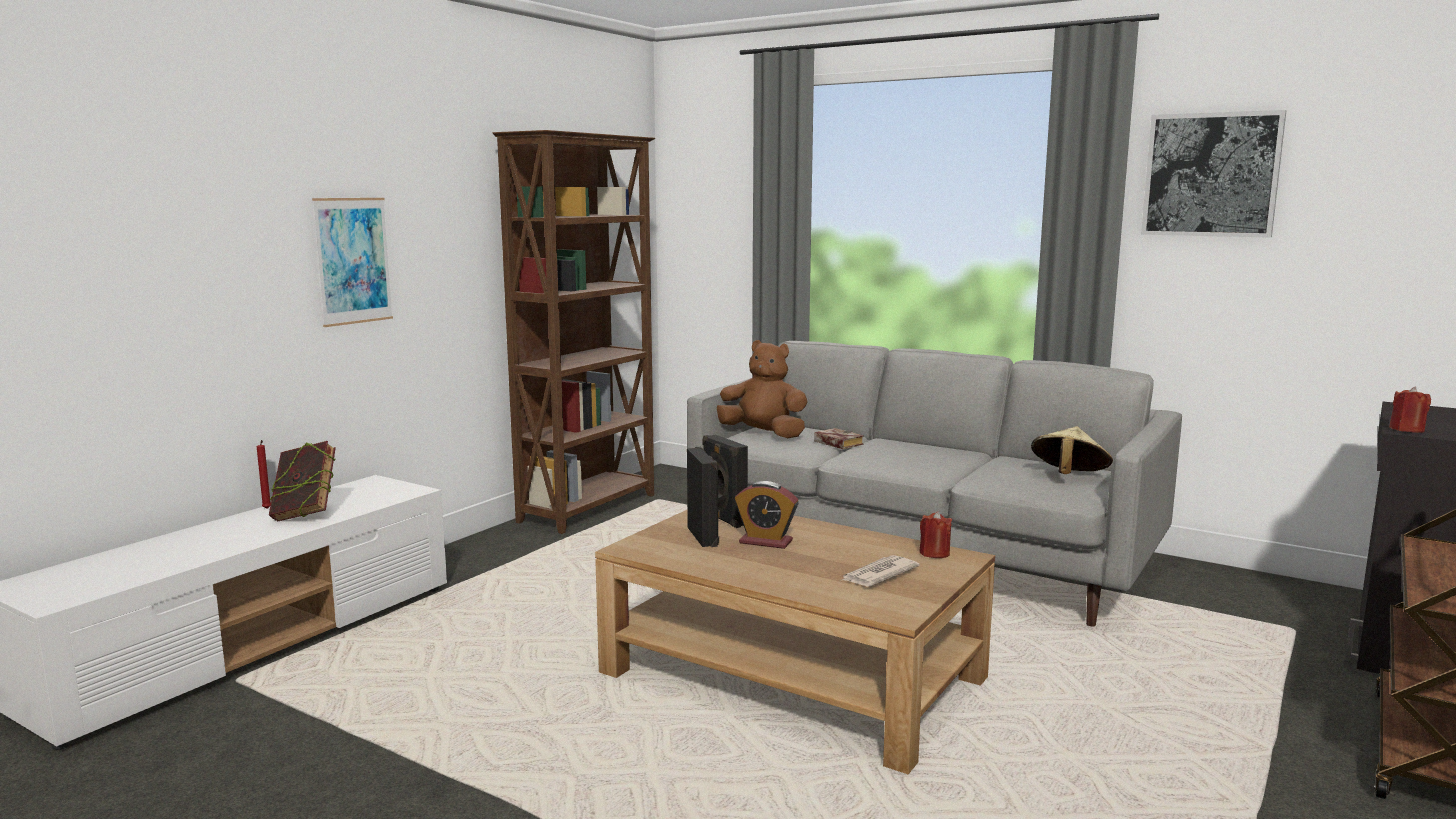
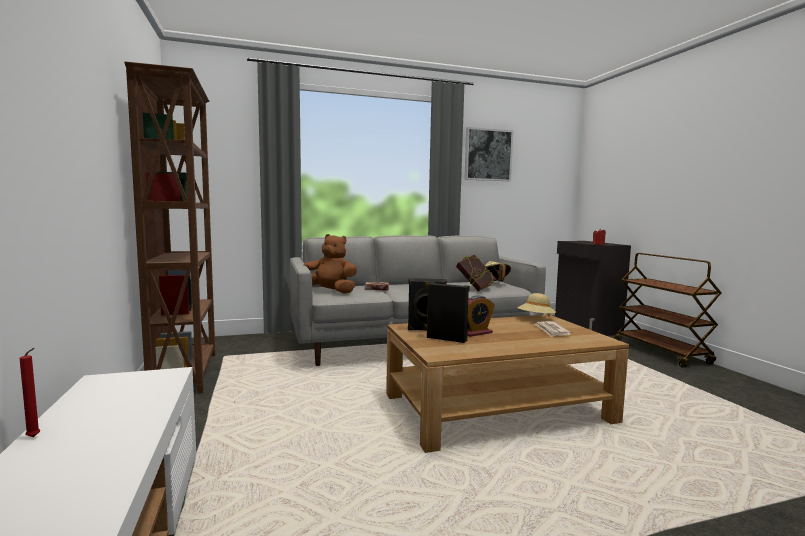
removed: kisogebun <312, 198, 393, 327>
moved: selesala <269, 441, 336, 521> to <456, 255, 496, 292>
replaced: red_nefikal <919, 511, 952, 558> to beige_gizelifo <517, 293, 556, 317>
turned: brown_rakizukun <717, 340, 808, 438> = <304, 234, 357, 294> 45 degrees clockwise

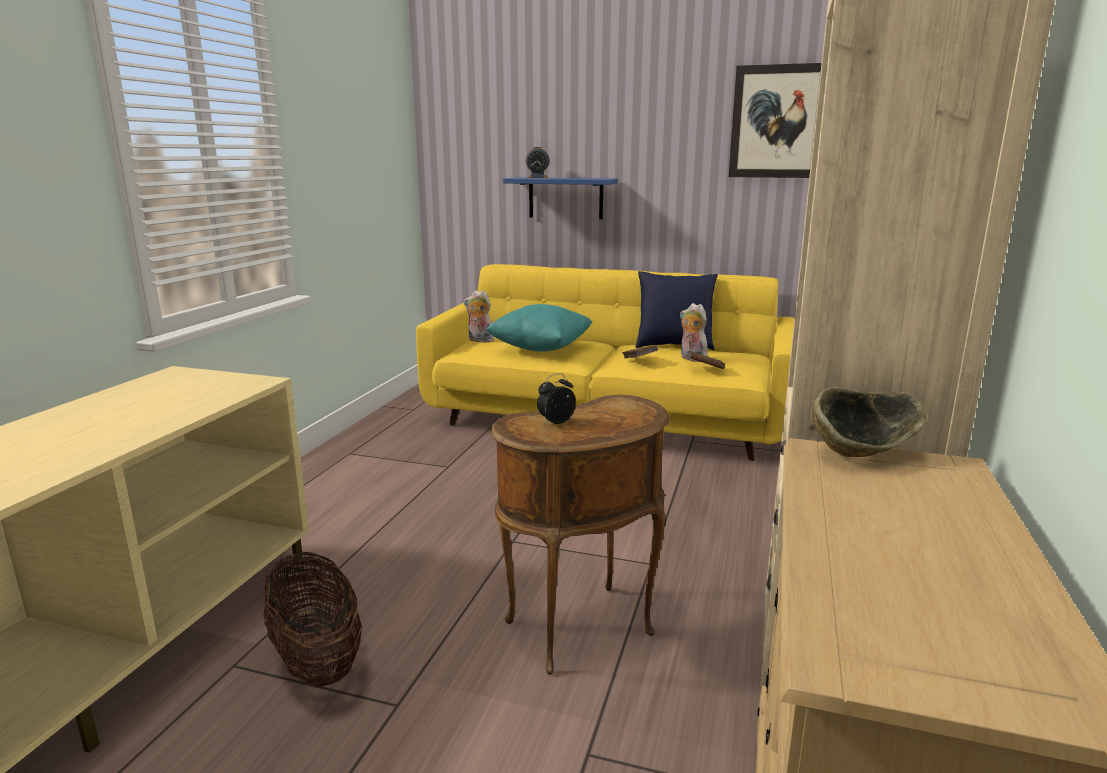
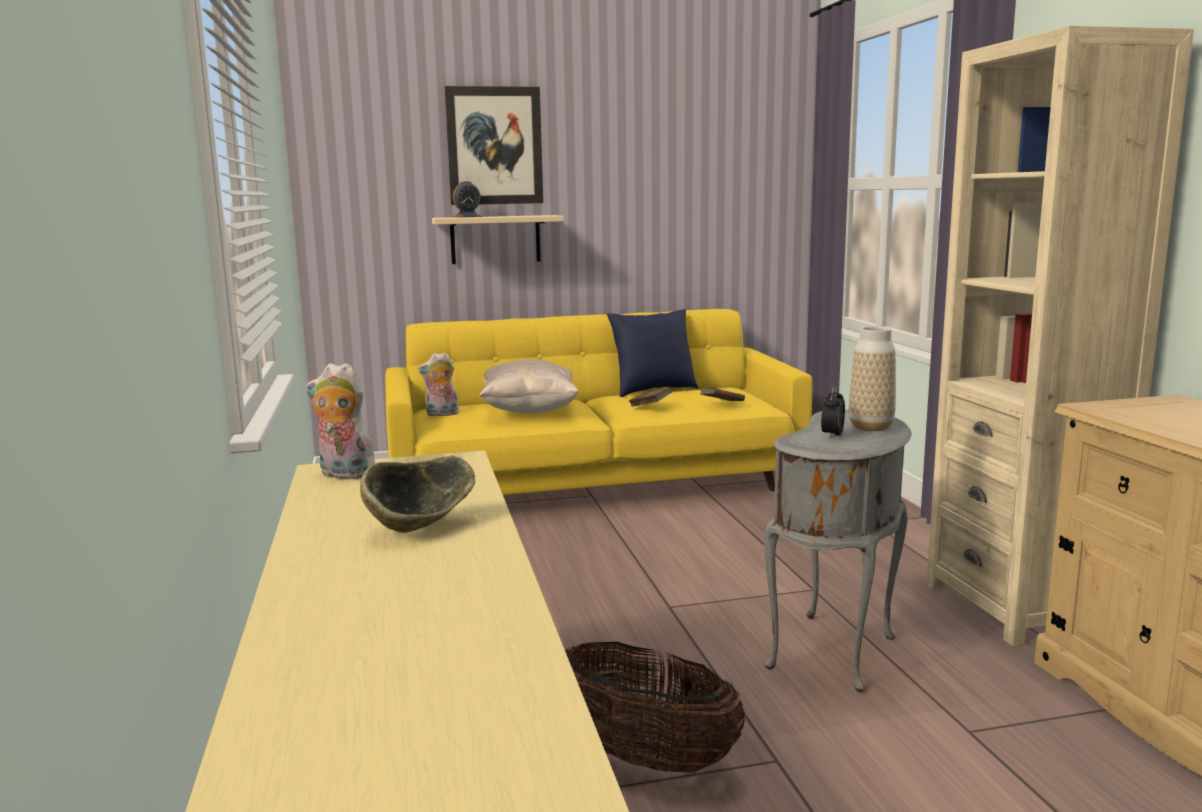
added: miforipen <849, 326, 896, 431>
moved: kisogebun <729, 63, 822, 178> to <445, 86, 543, 205>; rakizukun <680, 303, 708, 362> to <306, 363, 375, 479>; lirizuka <812, 387, 927, 457> to <360, 455, 475, 533>
recoloured: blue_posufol <503, 177, 618, 219> to beige_posufol <432, 215, 564, 264>; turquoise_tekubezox <486, 304, 592, 352> to beige_tekubezox <479, 359, 579, 414>; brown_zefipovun <490, 395, 671, 675> to grey_zefipovun <764, 409, 912, 692>

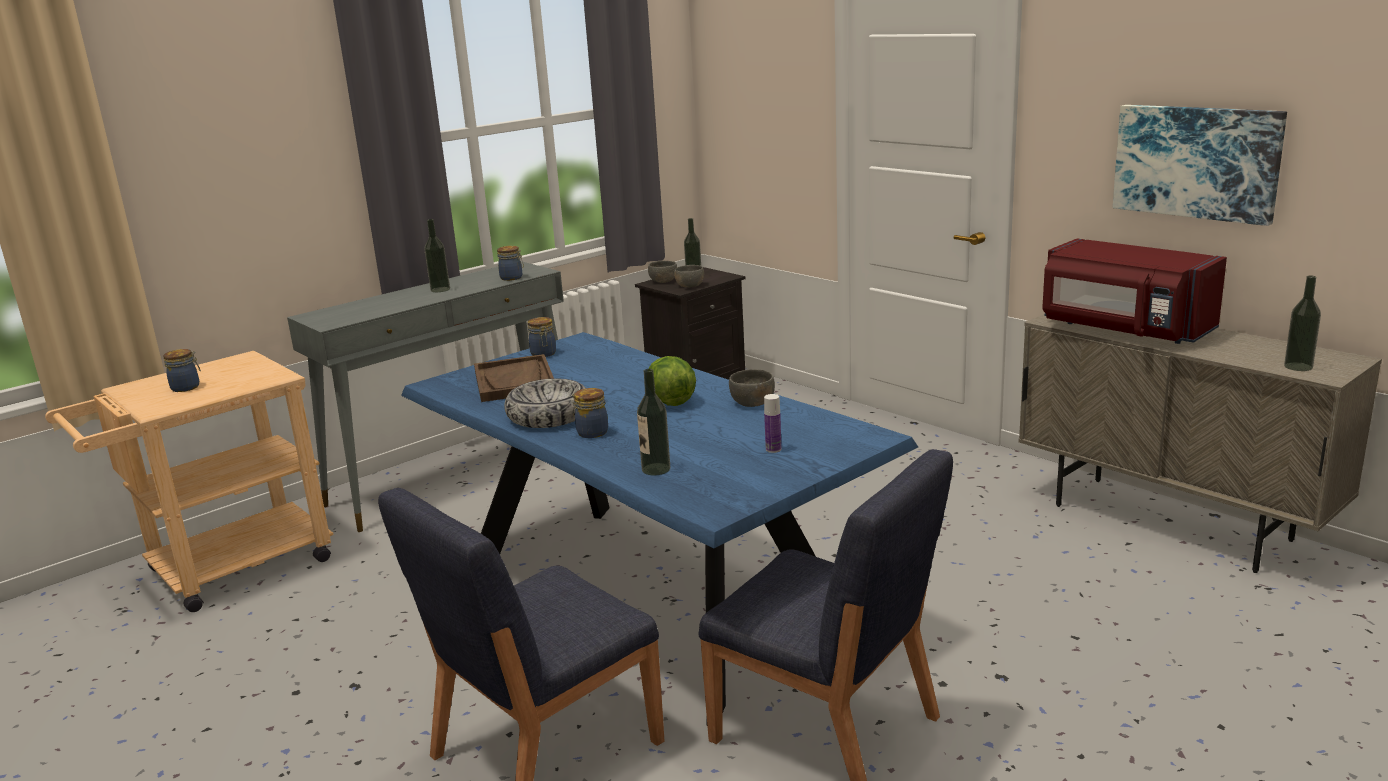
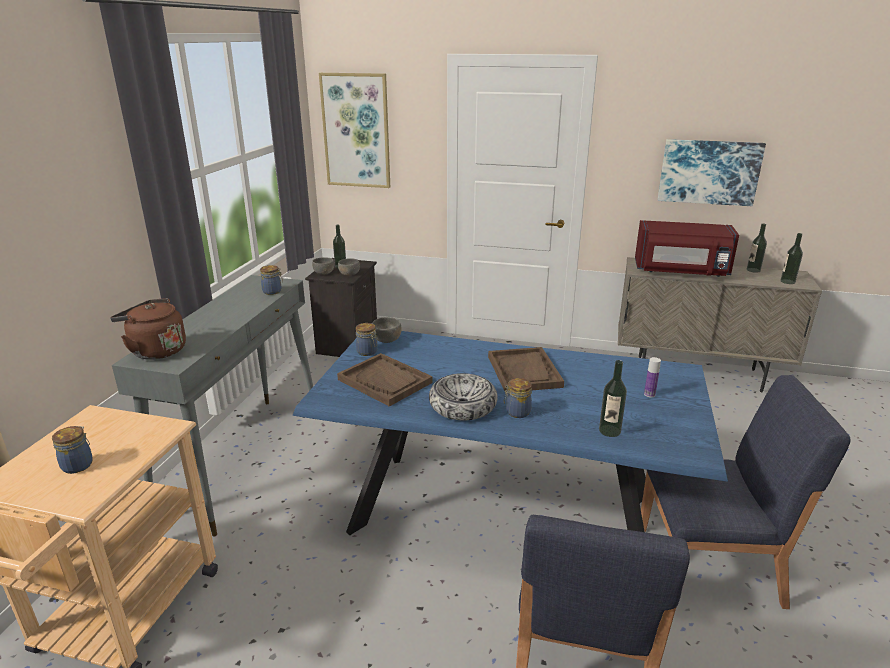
added: kisogebun <319, 73, 390, 188>; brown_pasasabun <110, 298, 186, 360>
moved: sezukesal <424, 219, 450, 292> to <747, 223, 767, 273>; grey_lirizuka <729, 369, 775, 407> to <372, 317, 402, 343>
replaced: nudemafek <648, 356, 696, 406> to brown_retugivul <488, 347, 564, 393>

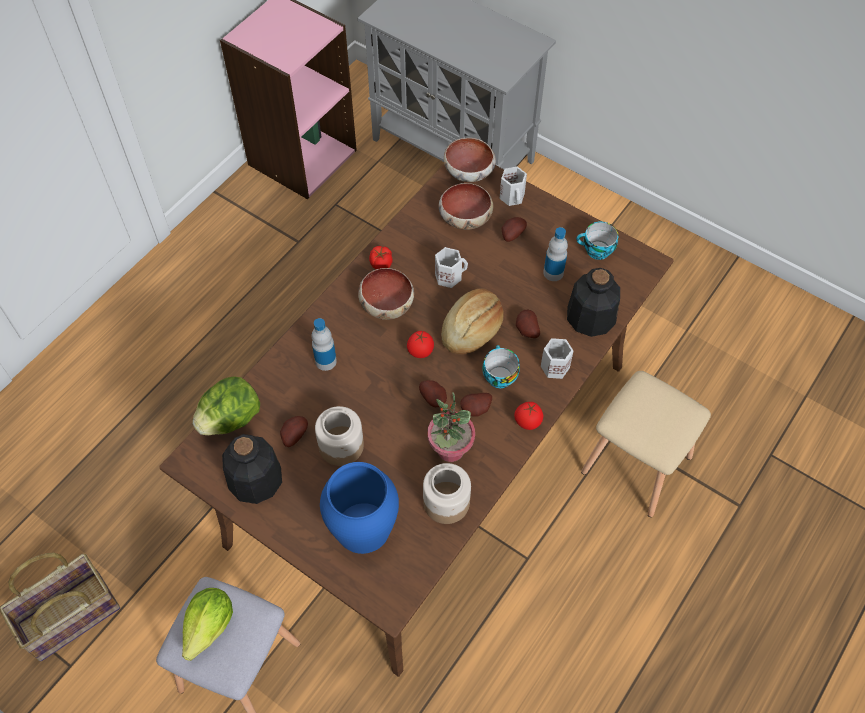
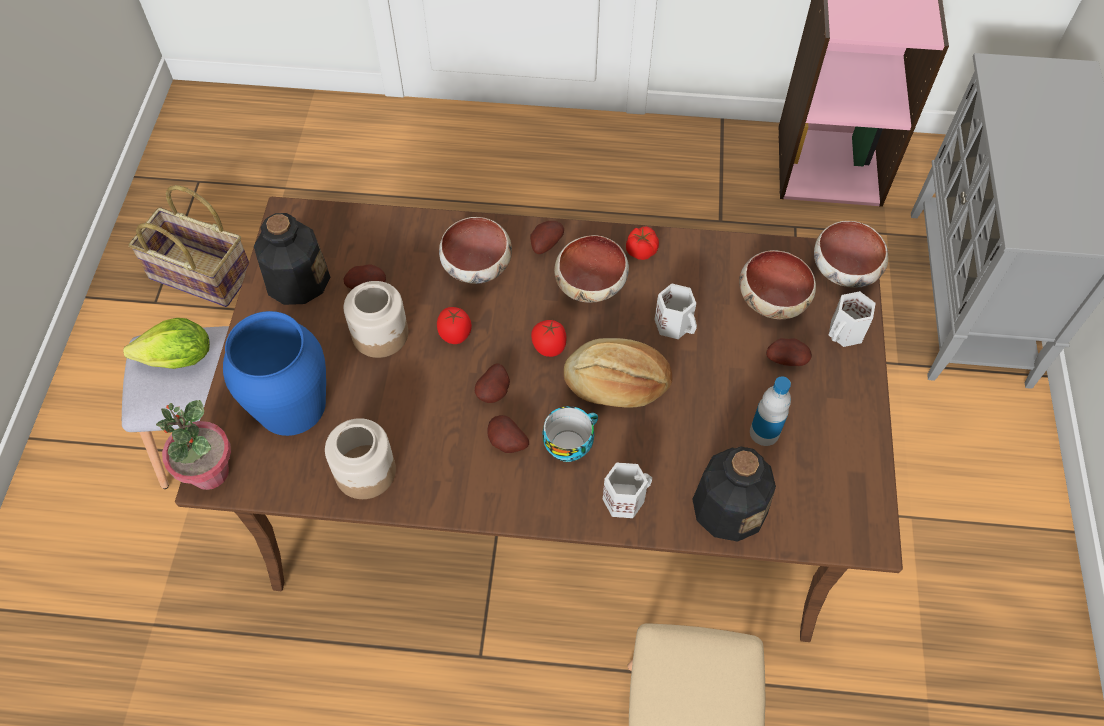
removed: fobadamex <576, 221, 618, 260>; nudemafek <192, 376, 260, 435>
moved: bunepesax <516, 310, 540, 338> to <530, 221, 564, 254>; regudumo <428, 392, 475, 462> to <156, 400, 231, 490>; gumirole <514, 402, 543, 430> to <437, 307, 472, 344>
replaced: sezukesal <312, 318, 337, 371> to lirizuka <439, 217, 512, 284>

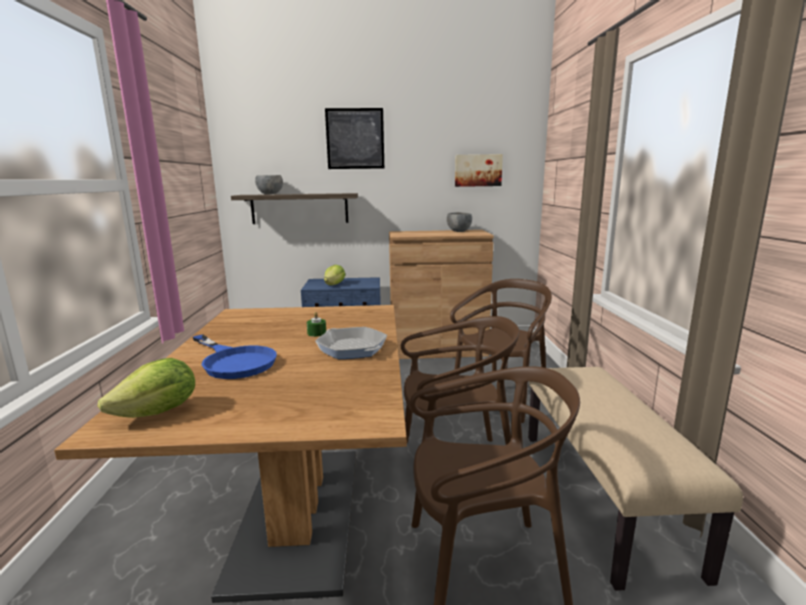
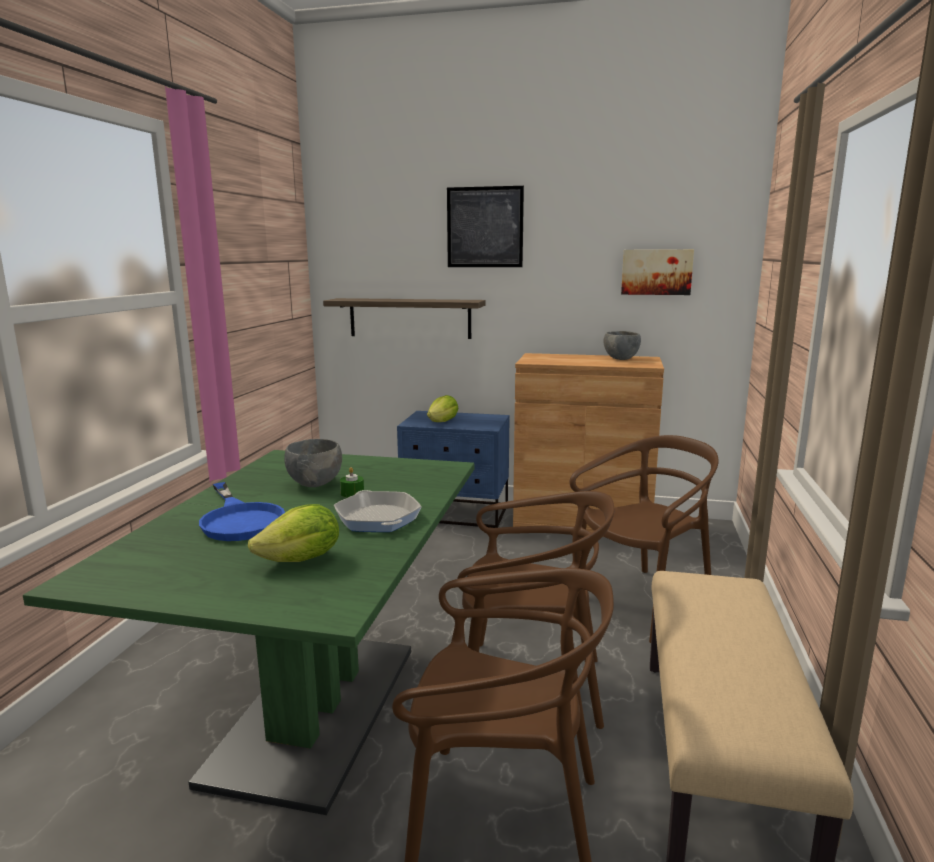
moved: grey_lirizuka <255, 175, 283, 195> to <284, 439, 342, 487>; nudemafek <98, 358, 195, 418> to <248, 504, 339, 562>
recoloured: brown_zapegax <54, 305, 407, 603> to green_zapegax <23, 450, 474, 815>

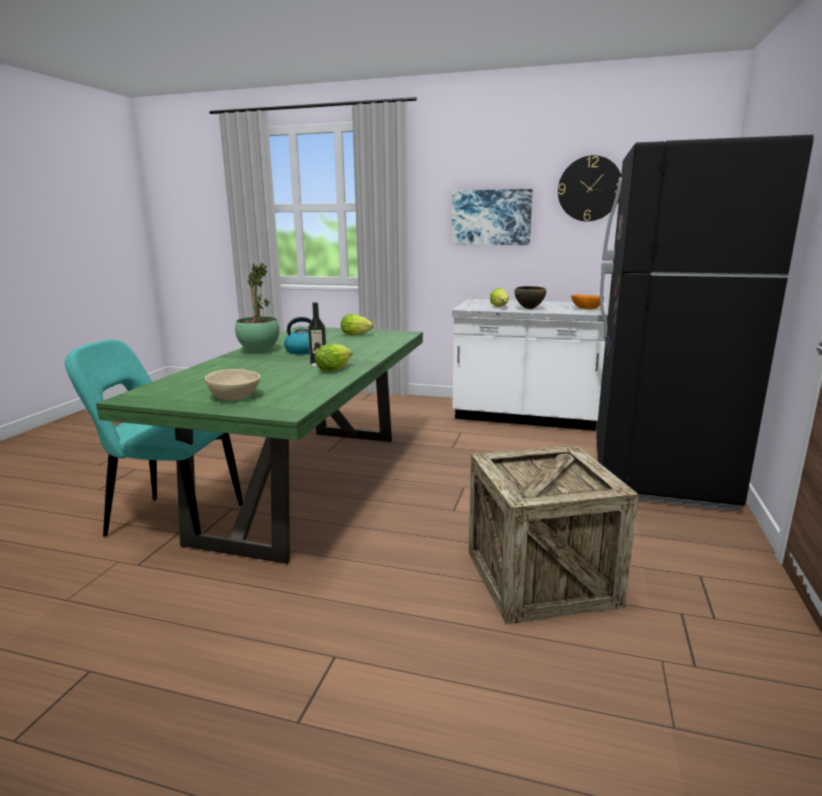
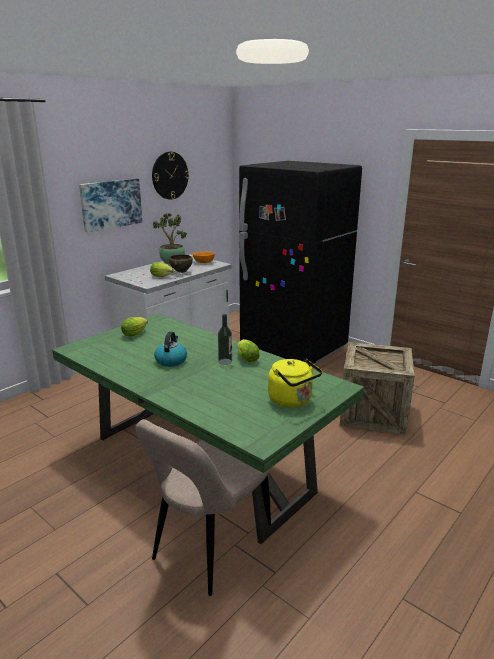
moved: regudumo <235, 263, 280, 351> to <153, 213, 187, 265>
replaced: beige_lirizuka <205, 369, 260, 400> to yellow_pasasabun <268, 358, 322, 407>
recoloured: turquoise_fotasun <65, 339, 243, 536> to beige_fotasun <135, 419, 271, 596>

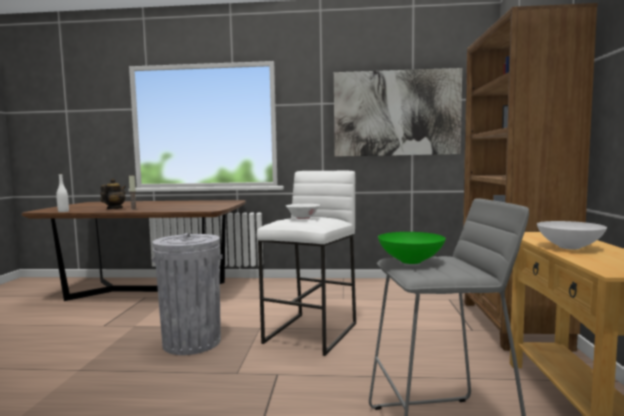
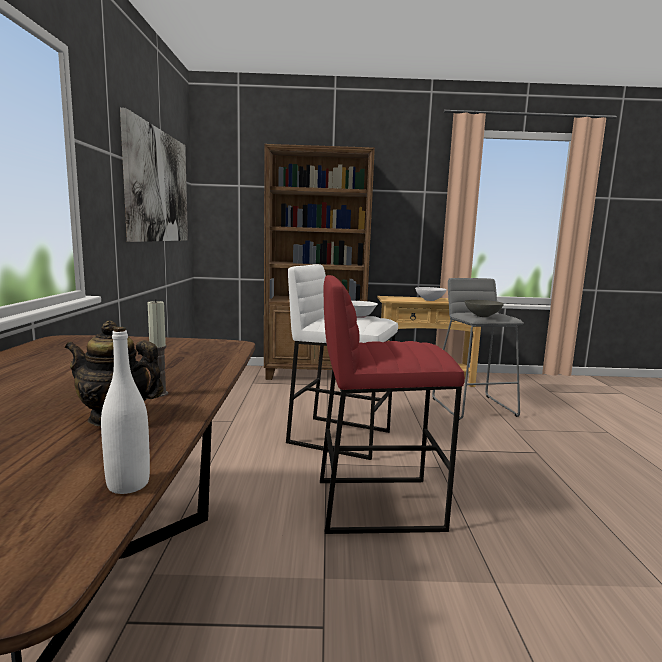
replaced: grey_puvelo <152, 233, 223, 355> to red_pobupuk <320, 275, 465, 534>
recoloured: green_lirizuka <378, 232, 446, 264> to grey_lirizuka <465, 300, 504, 317>

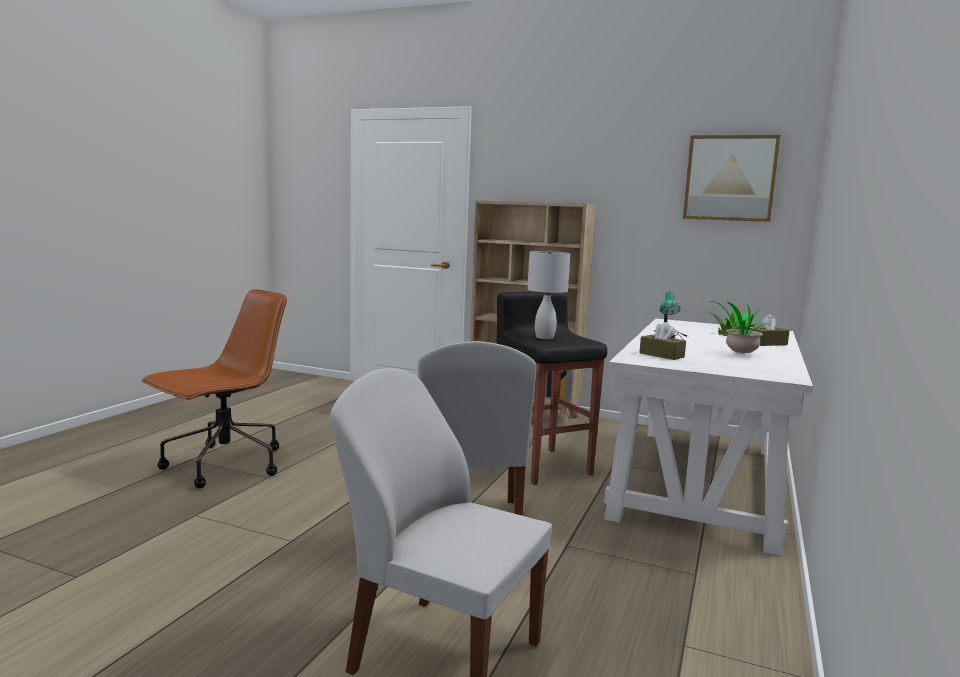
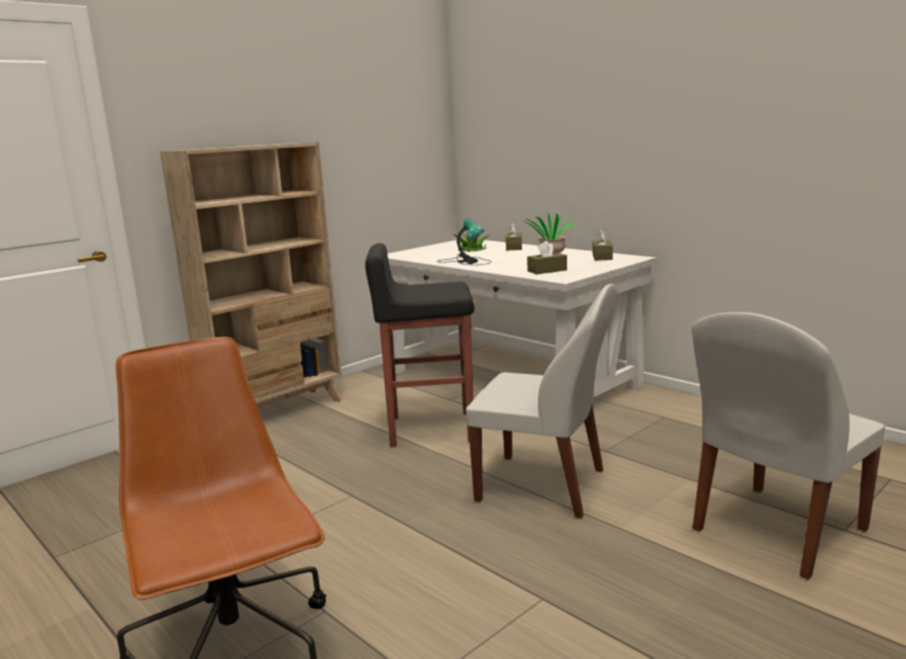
removed: kisogebun <683, 135, 780, 222>; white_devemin <527, 251, 570, 339>
added: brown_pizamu <593, 230, 613, 260>

